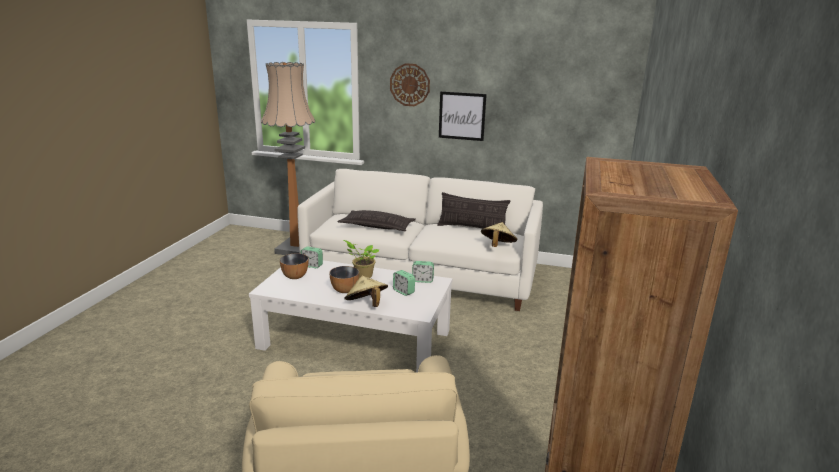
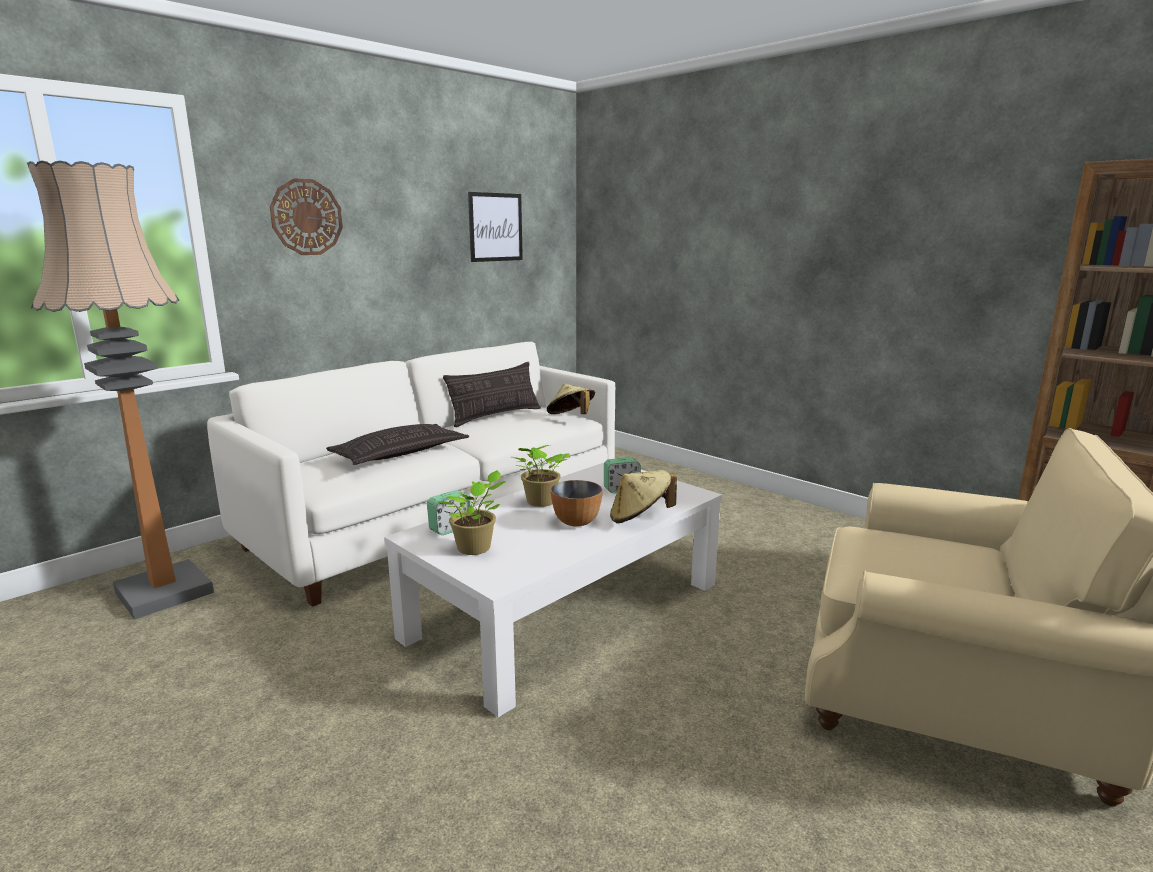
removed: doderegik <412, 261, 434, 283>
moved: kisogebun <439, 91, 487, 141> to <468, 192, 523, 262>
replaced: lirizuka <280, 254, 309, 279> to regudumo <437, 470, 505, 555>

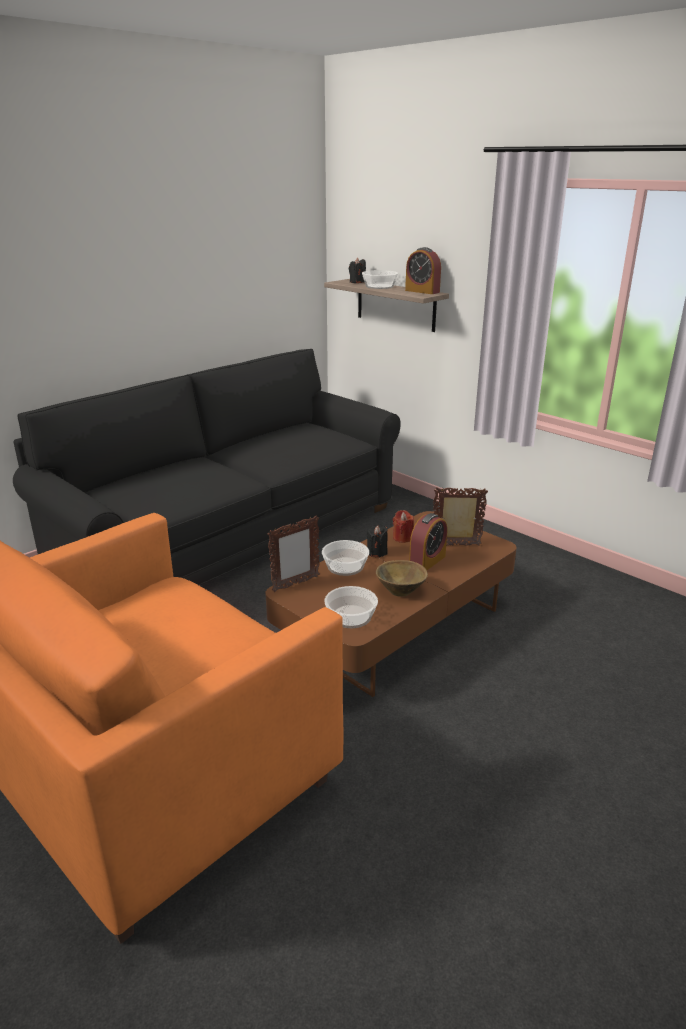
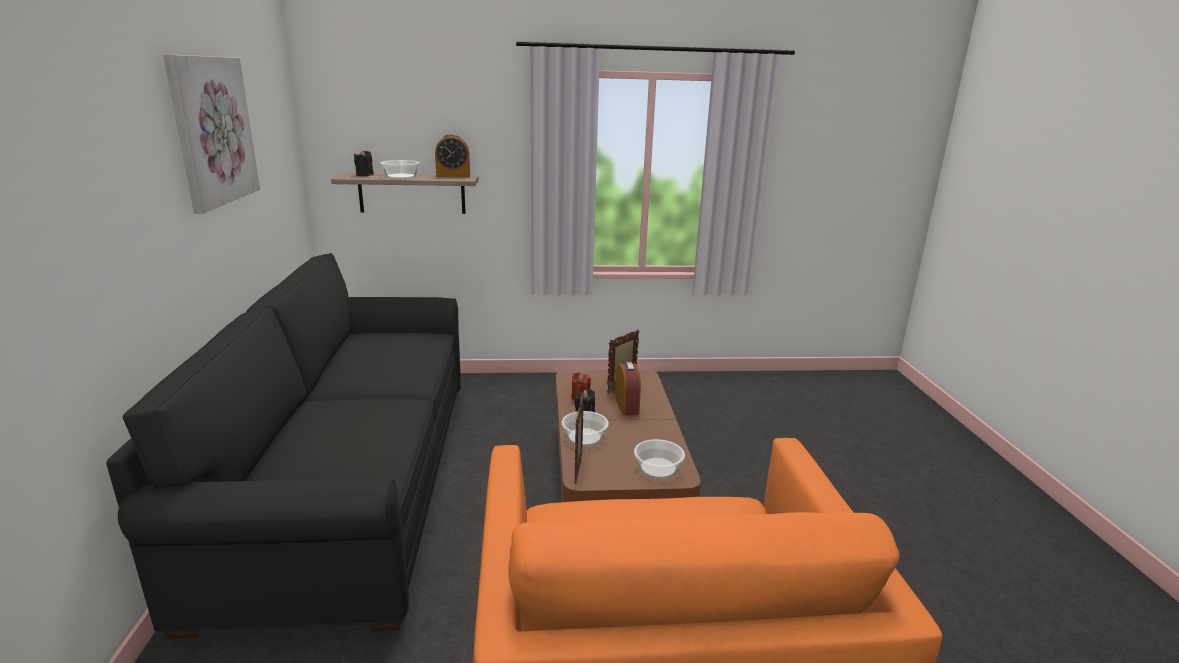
removed: brown_lirizuka <376, 560, 428, 597>
added: kisogebun <163, 54, 260, 214>

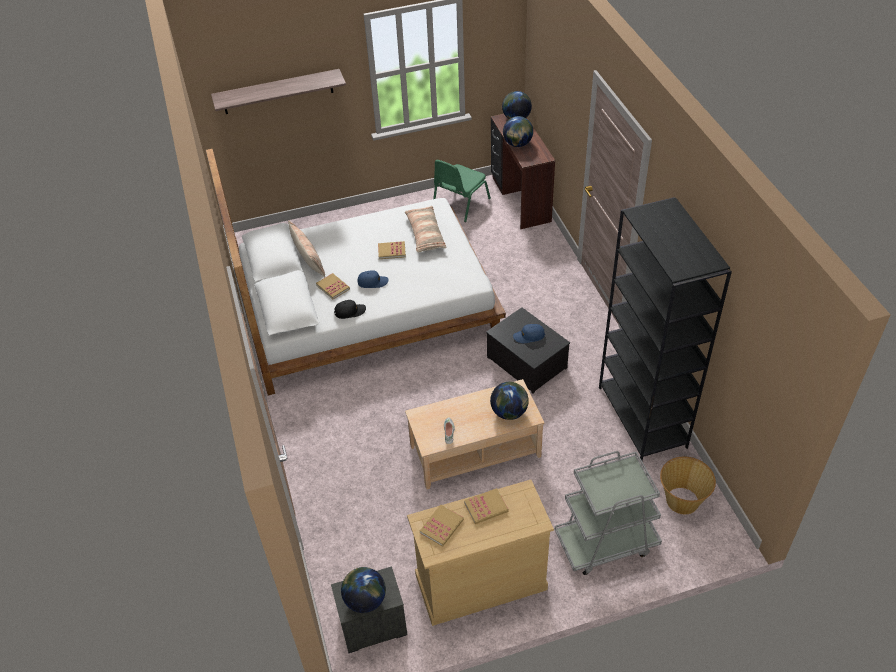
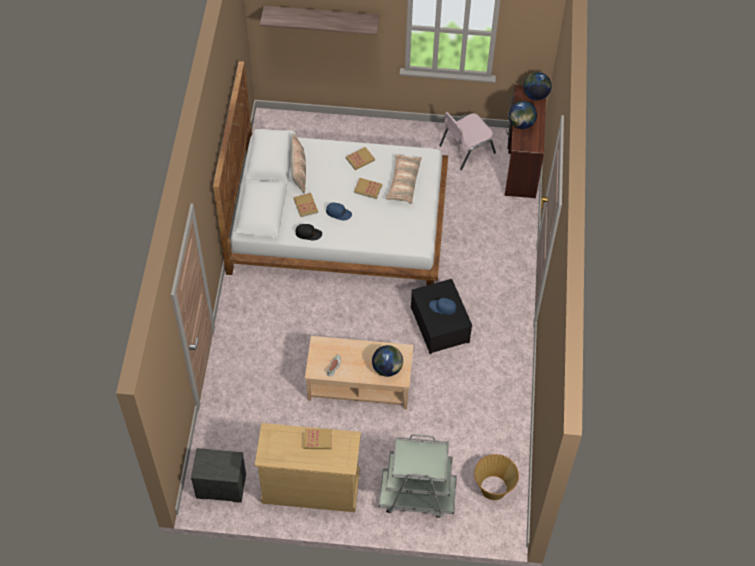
removed: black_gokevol <599, 197, 732, 461>; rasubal <341, 567, 386, 613>
moved: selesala <420, 505, 464, 547> to <346, 147, 375, 170>
recoloured: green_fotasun <433, 160, 491, 222> to pink_fotasun <439, 112, 496, 170>

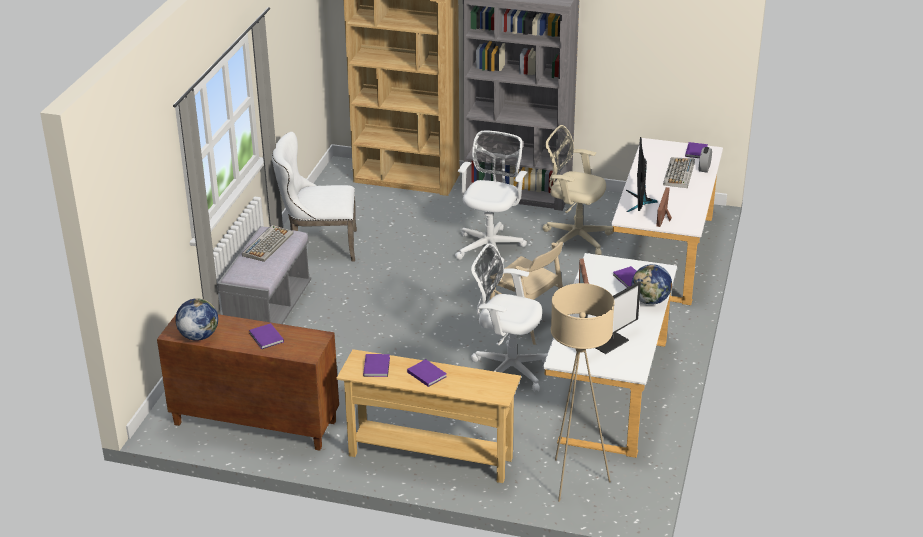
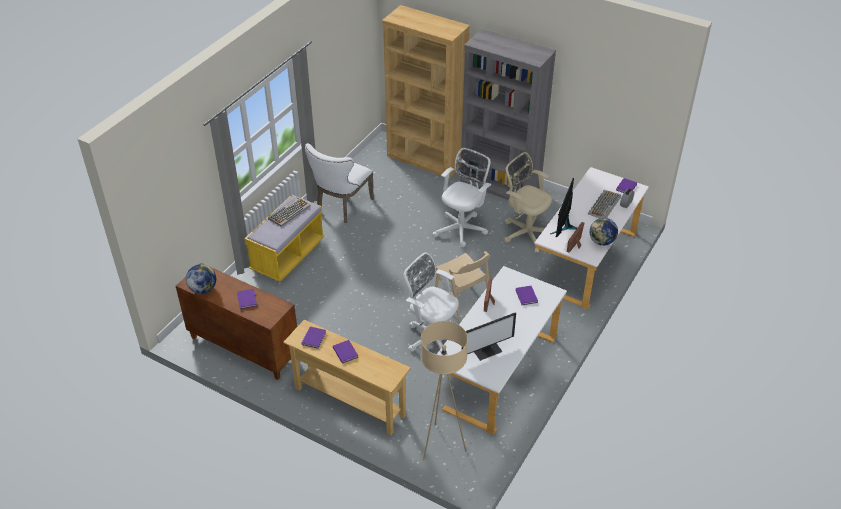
moved: rasubal <632, 264, 672, 305> to <590, 218, 618, 246>
recoloured: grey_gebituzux <217, 226, 311, 324> to yellow_gebituzux <244, 195, 325, 282>
turned: white_fotasun <272, 132, 357, 262> = <305, 143, 374, 223> 75 degrees counterclockwise

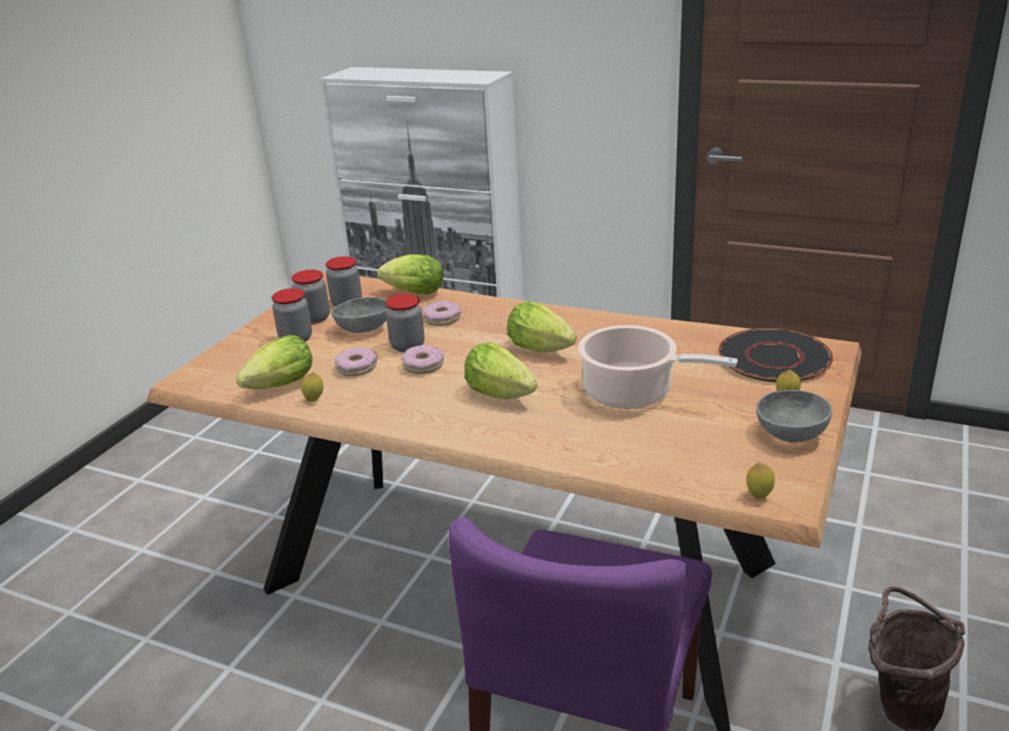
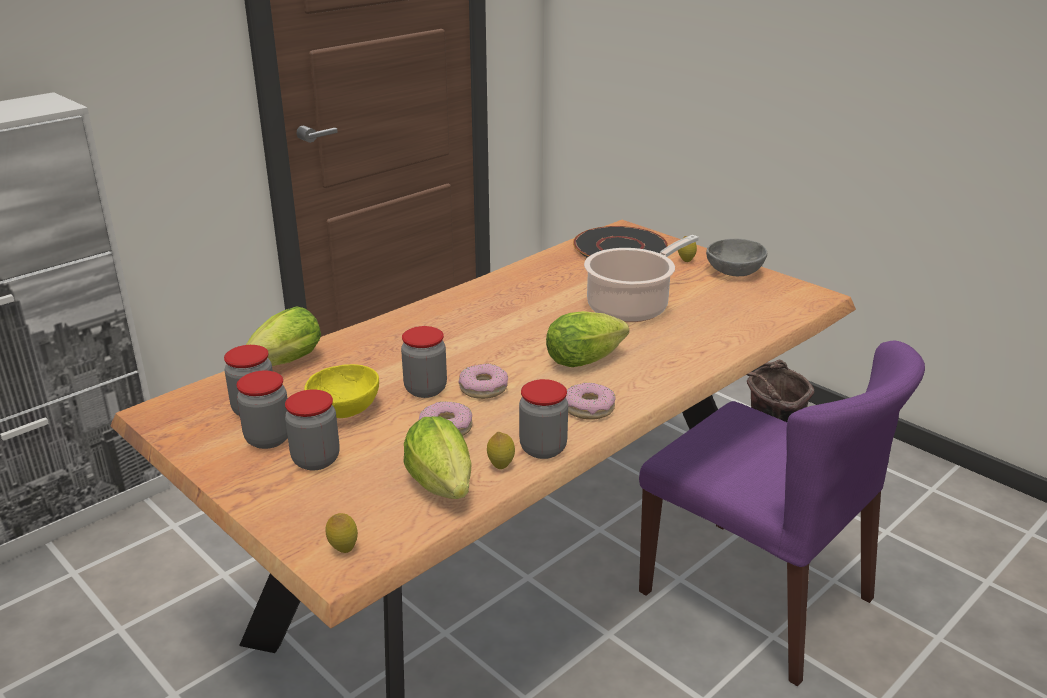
removed: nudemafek <507, 301, 577, 353>
added: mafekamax <519, 379, 568, 459>
moved: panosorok <423, 300, 461, 326> to <566, 383, 615, 420>; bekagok <746, 463, 775, 499> to <325, 513, 358, 553>
recoloured: grey_lirizuka <332, 297, 388, 333> to yellow_lirizuka <304, 364, 379, 418>

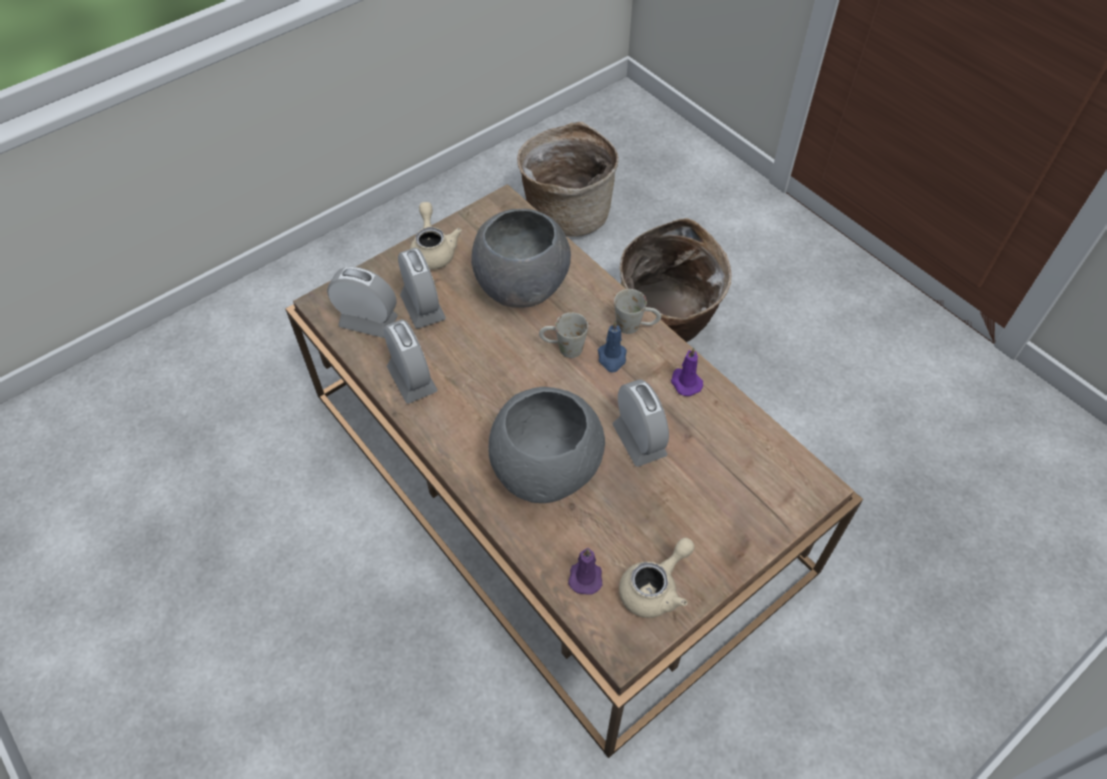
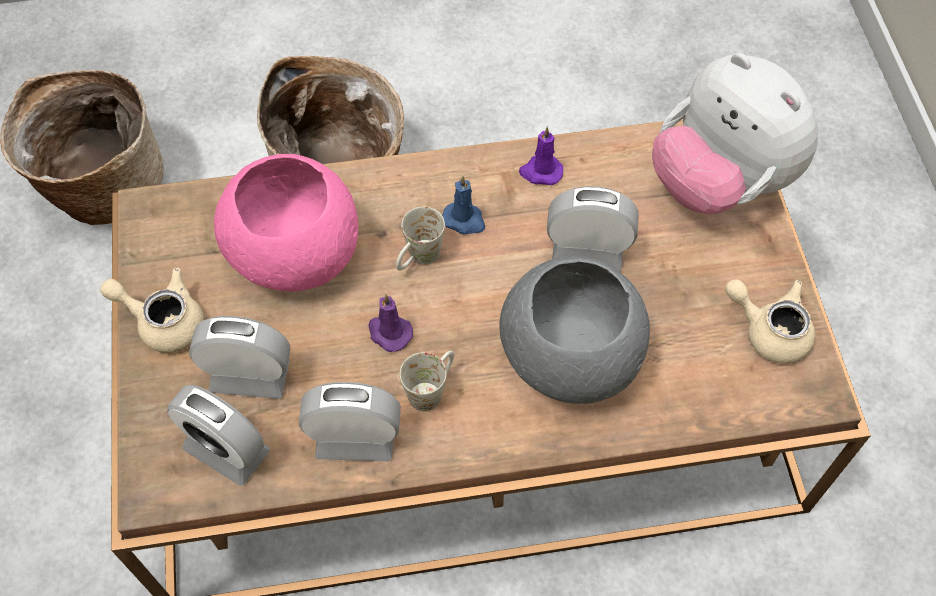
added: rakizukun <652, 53, 818, 214>
moved: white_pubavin <614, 289, 661, 334> to <400, 350, 455, 411>; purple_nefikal <568, 548, 602, 595> to <369, 294, 413, 352>
recoloured: grey_lirizuka <471, 209, 571, 308> to pink_lirizuka <214, 154, 358, 292>
turned: doderegik <327, 267, 398, 338> = <167, 385, 270, 486> 105 degrees counterclockwise; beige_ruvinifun <619, 537, 695, 618> = <725, 279, 815, 364> 45 degrees counterclockwise

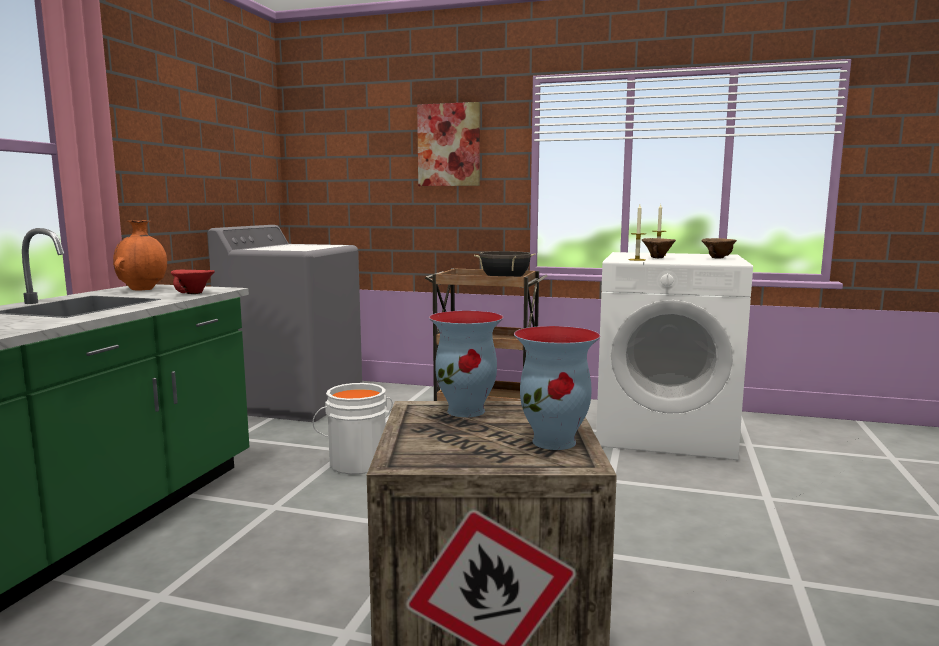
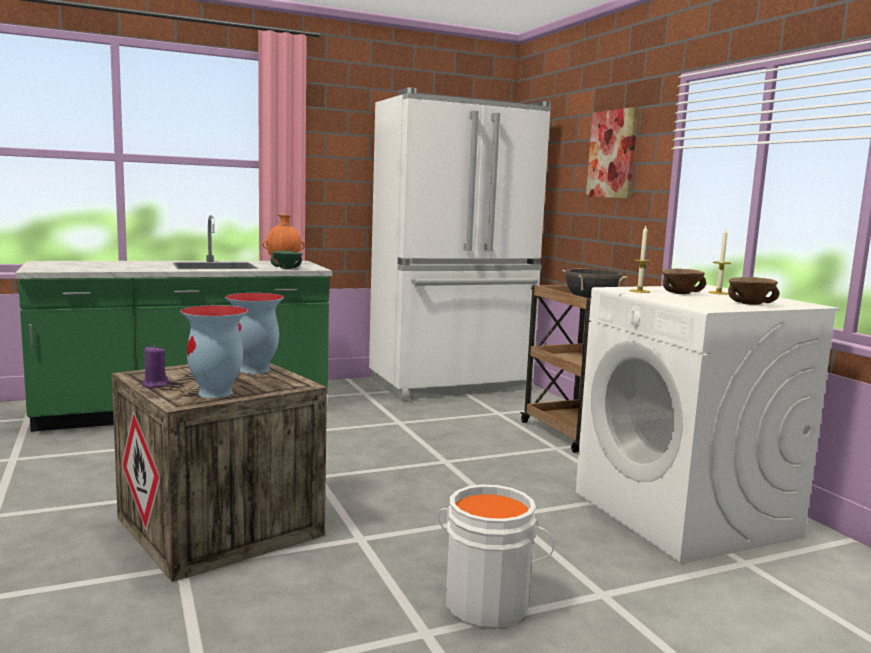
added: purple_nefikal <142, 345, 169, 388>
moved: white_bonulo <313, 383, 393, 474> to <438, 484, 554, 628>
replaced: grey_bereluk <208, 225, 362, 422> to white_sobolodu <369, 87, 551, 401>
recoloured: red_lirizuka <171, 270, 215, 294> to green_lirizuka <270, 251, 303, 269>

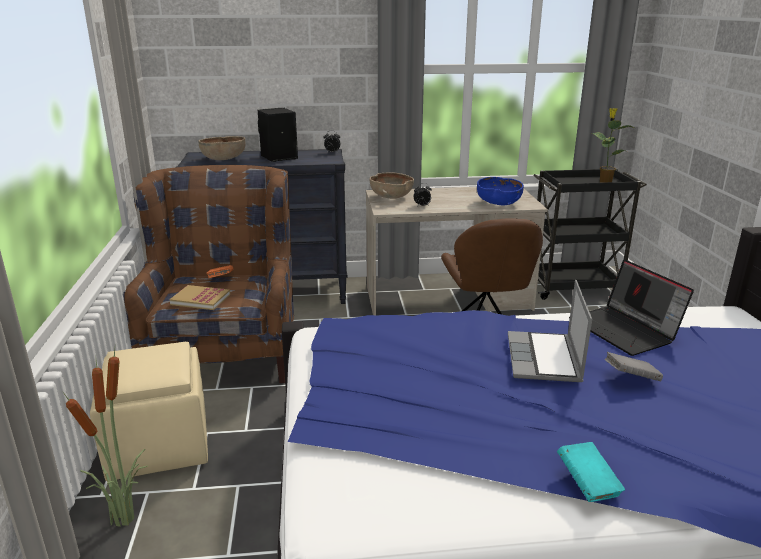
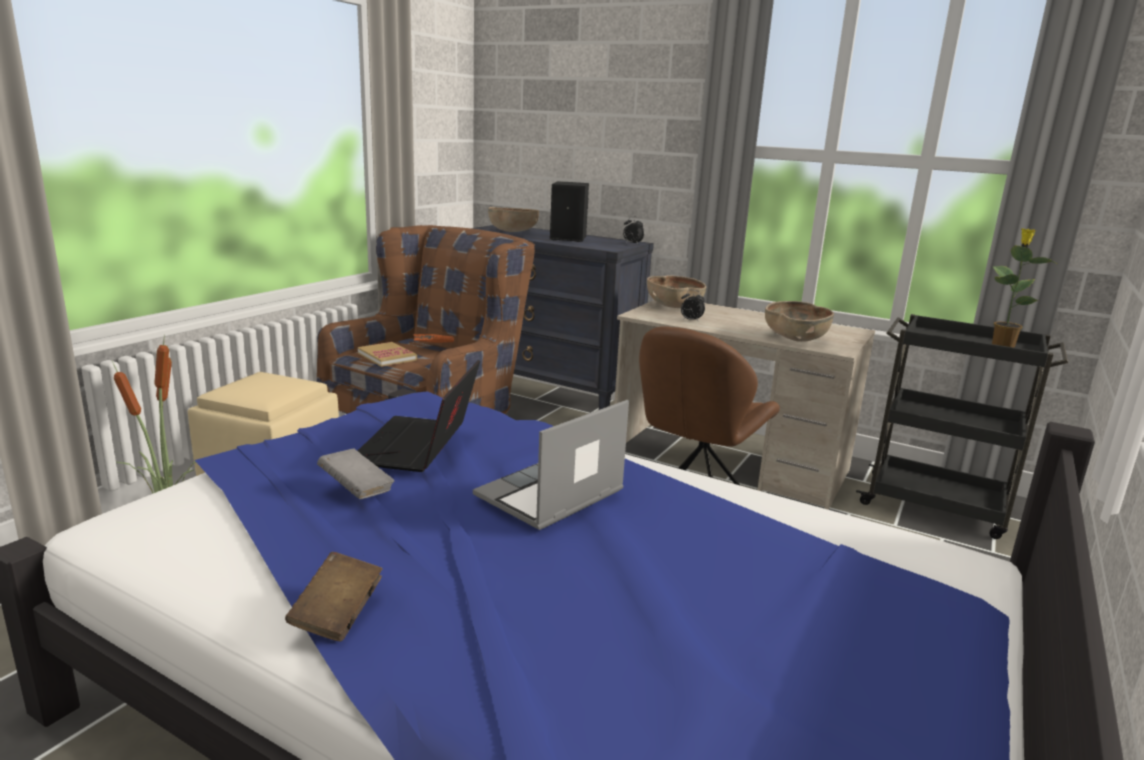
moved: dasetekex <569, 259, 694, 356> to <358, 360, 480, 472>; grey_selesala <605, 352, 663, 381> to <317, 448, 394, 499>
recoloured: blue_lirizuka <477, 177, 524, 206> to brown_lirizuka <765, 301, 834, 342>; turquoise_selesala <557, 442, 625, 502> to brown_selesala <285, 552, 383, 641>

